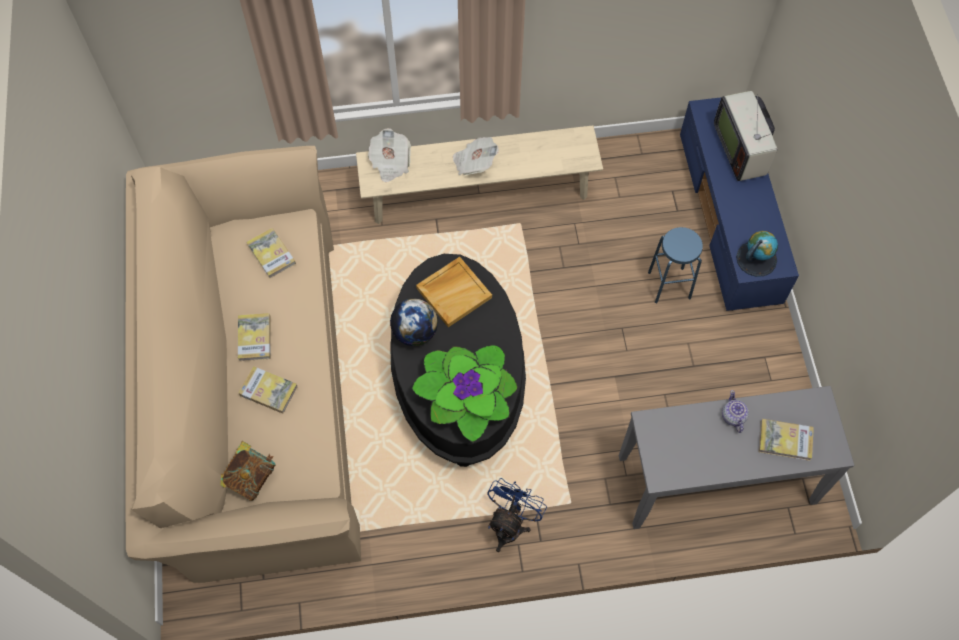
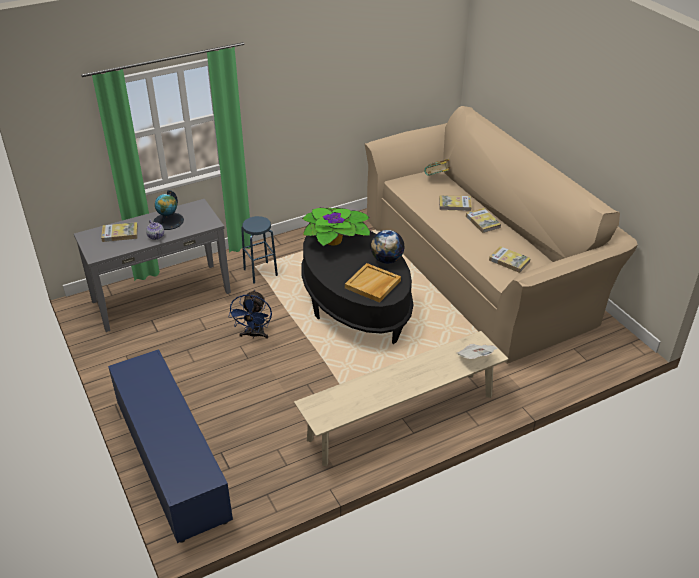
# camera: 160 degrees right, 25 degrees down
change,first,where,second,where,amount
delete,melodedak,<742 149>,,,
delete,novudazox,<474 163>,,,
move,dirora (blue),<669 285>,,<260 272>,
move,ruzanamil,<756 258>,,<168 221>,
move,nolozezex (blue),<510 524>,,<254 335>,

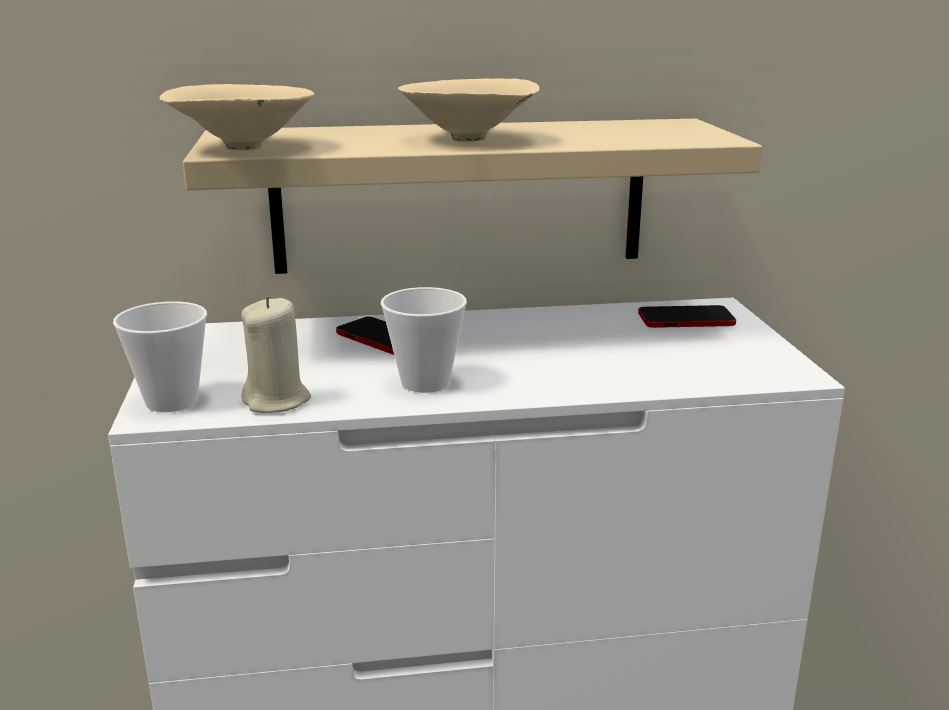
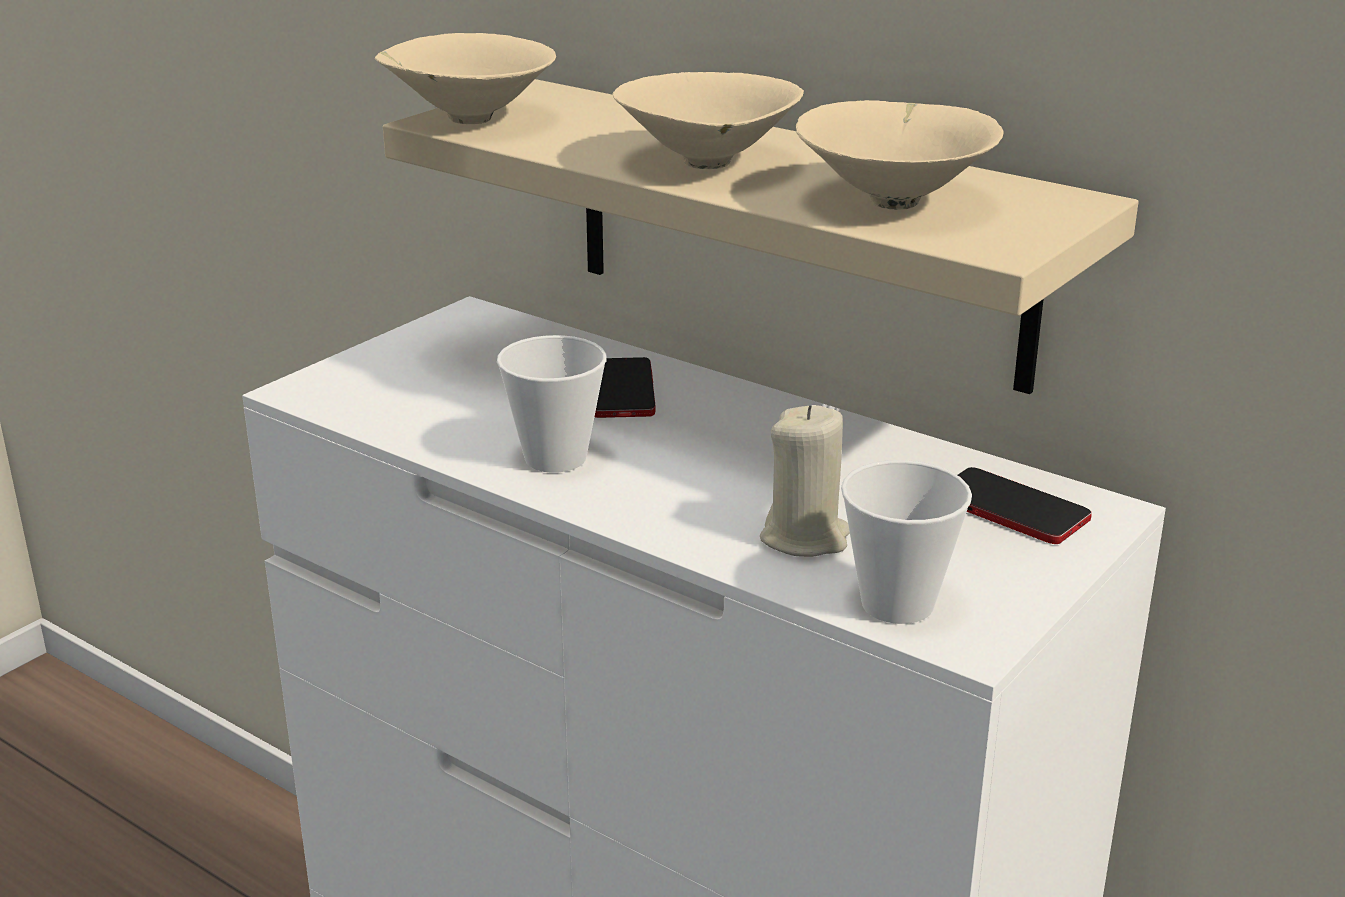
# camera: 45 degrees right, 5 degrees up
change,first,where,second,where,amount
move,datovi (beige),<277 401>,,<805 538>,
move,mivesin,<171 401>,,<897 604>,
insert,,,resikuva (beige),<895 201>,

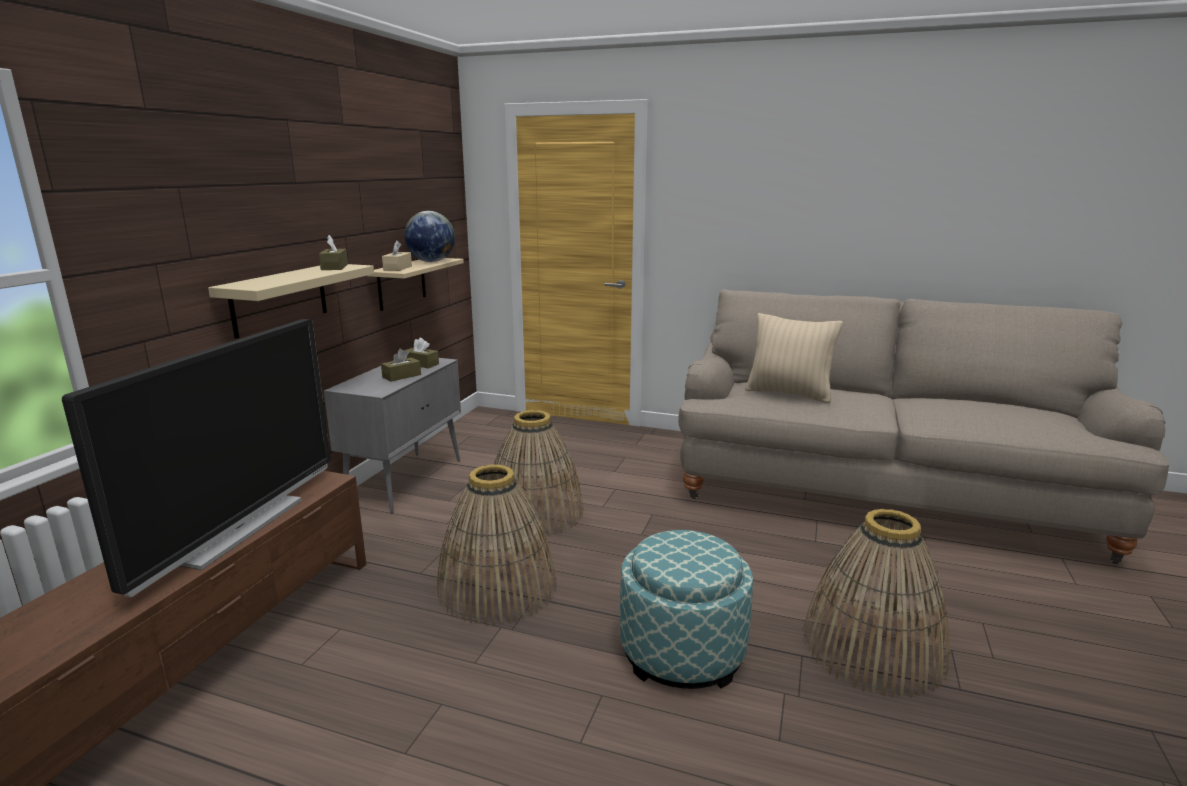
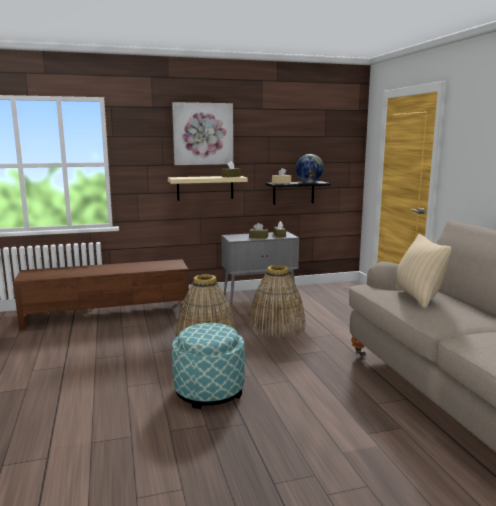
# camera: 55 degrees right, 5 degrees down
change,first,where,second,where,amount
recolor,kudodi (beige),<401 283>,kudodi (black),<293 192>,
delete,melodedak,<237 529>,,,
delete,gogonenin,<873 647>,,,
insert,,,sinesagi,<203 134>,

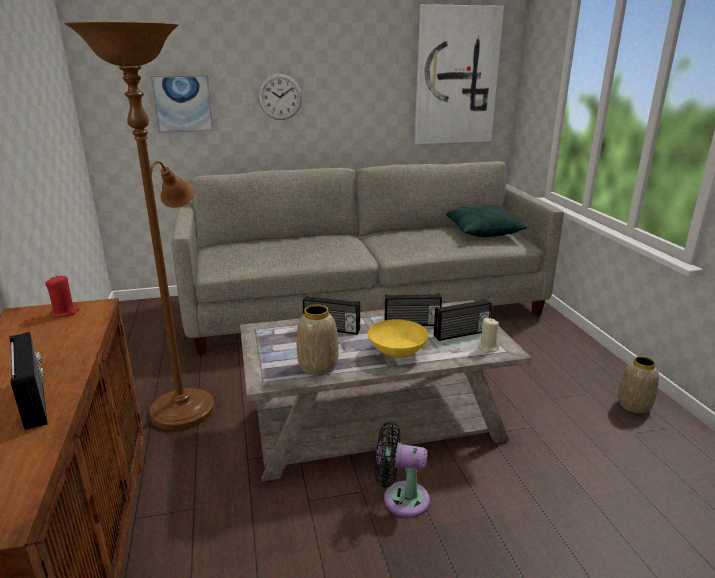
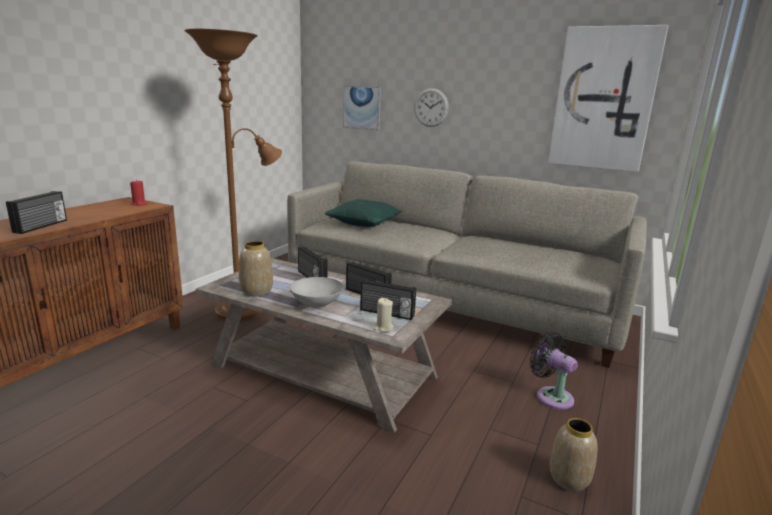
# camera: 40 degrees right, 5 degrees down
change,first,where,second,where,amount
move,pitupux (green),<482 232>,,<364 223>,
recolor,resikuva (yellow),<397 353>,resikuva (grey),<316 304>,
move,nolozezex (black),<401 498>,,<551 396>,

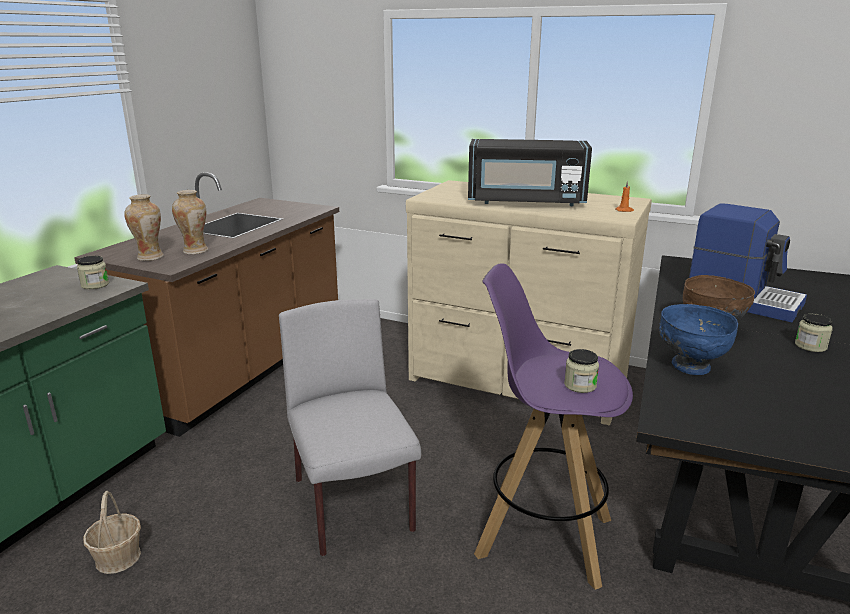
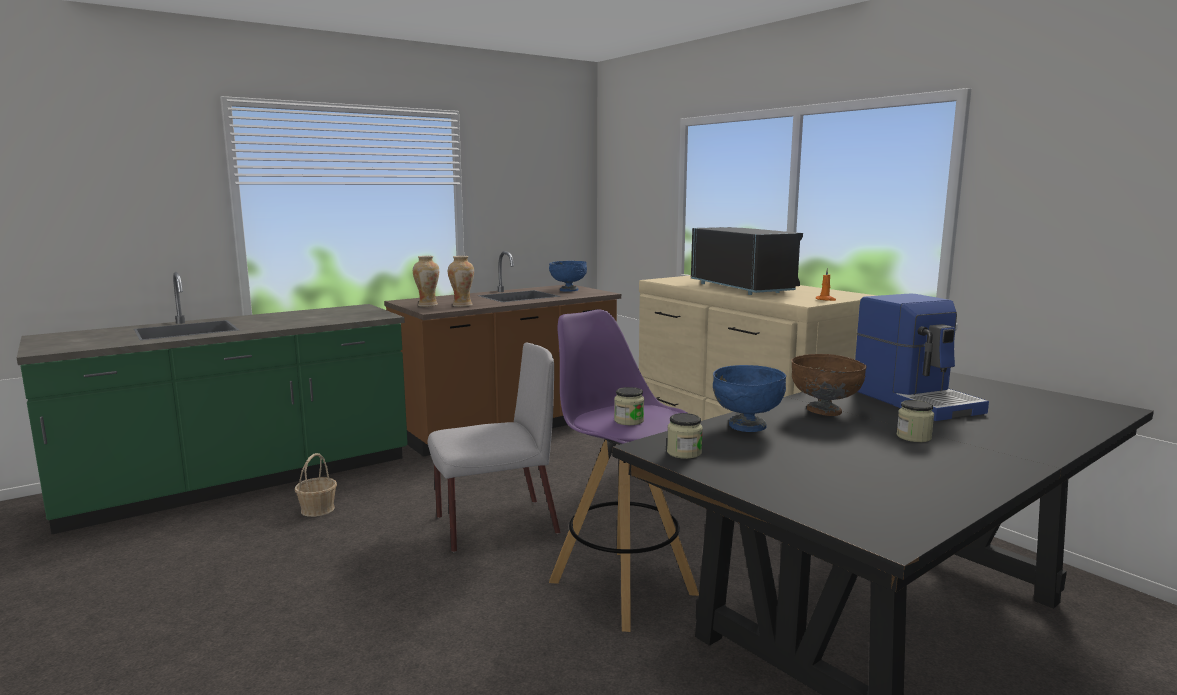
# camera: 30 degrees right, 10 degrees down
change,first,where,second,where,amount
rotate,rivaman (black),<525 201>,,<743 288>,150 degrees counterclockwise
move,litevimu,<95 285>,,<684 453>,
rotate,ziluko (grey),<353 506>,,<494 525>,60 degrees clockwise
insert,,,resikuva (blue),<568 290>,

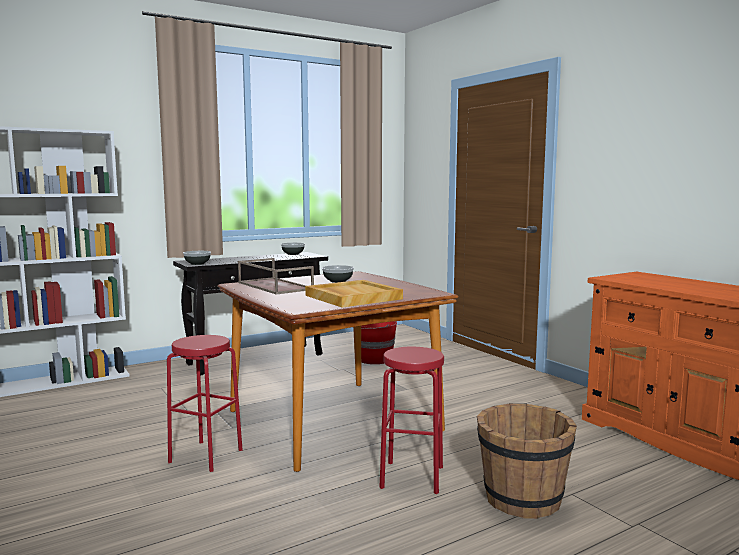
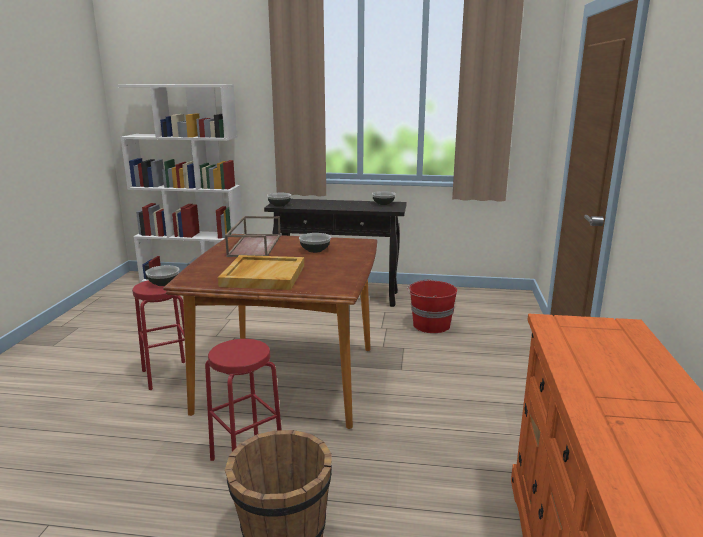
# camera: 40 degrees right, 10 degrees up
change,first,where,second,where,amount
insert,,,resikuva,<163 283>,

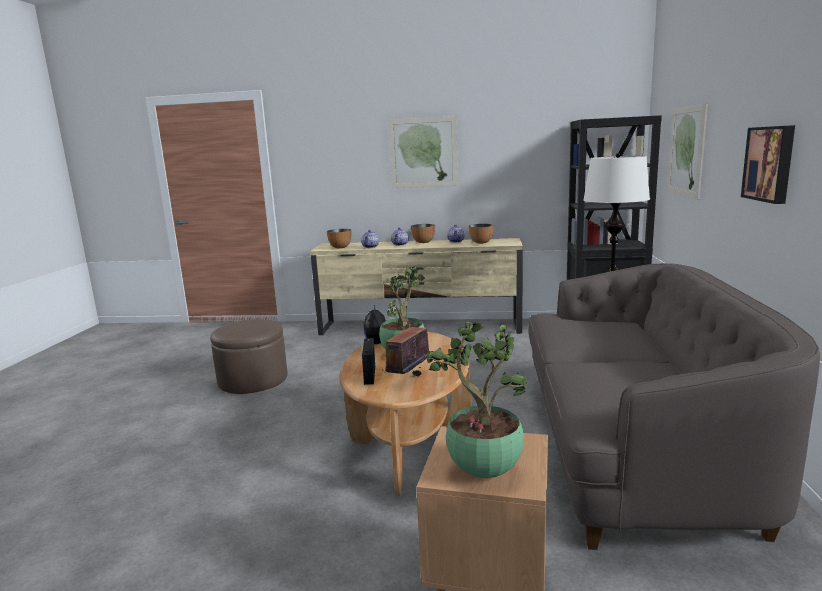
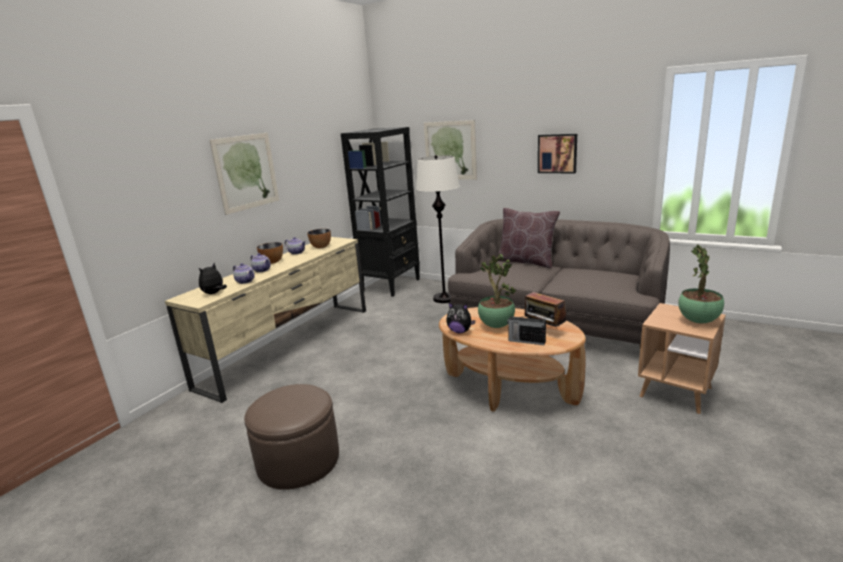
# camera: 65 degrees left, 5 degrees up
change,first,where,second,where,amount
replace,resikuva,<340 247>,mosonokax,<214 293>,
insert,,,pitupux (brown),<526 262>,

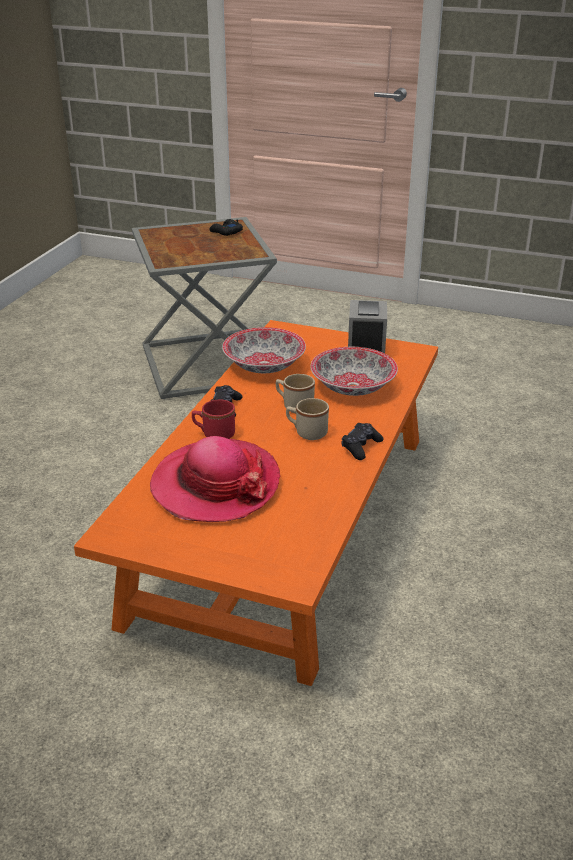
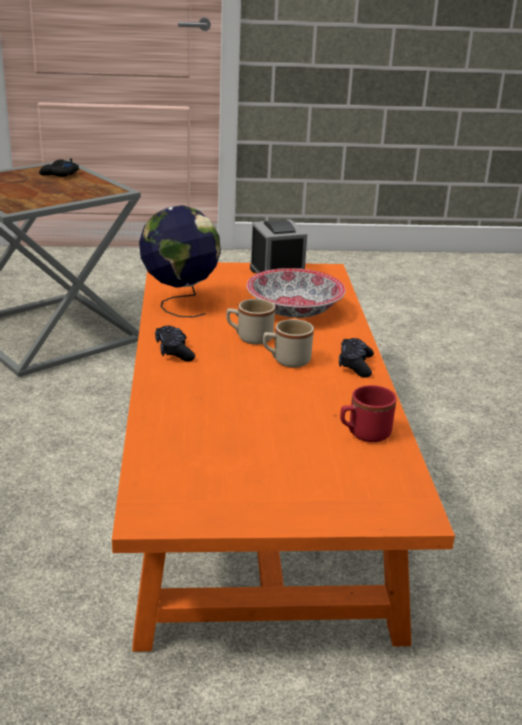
# camera: 25 degrees left, 5 degrees down
change,first,where,second,where,amount
replace,resikuva,<263 365>,ruzanamil,<180 304>,
move,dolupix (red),<214 434>,,<363 434>,
delete,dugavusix,<215 485>,,,

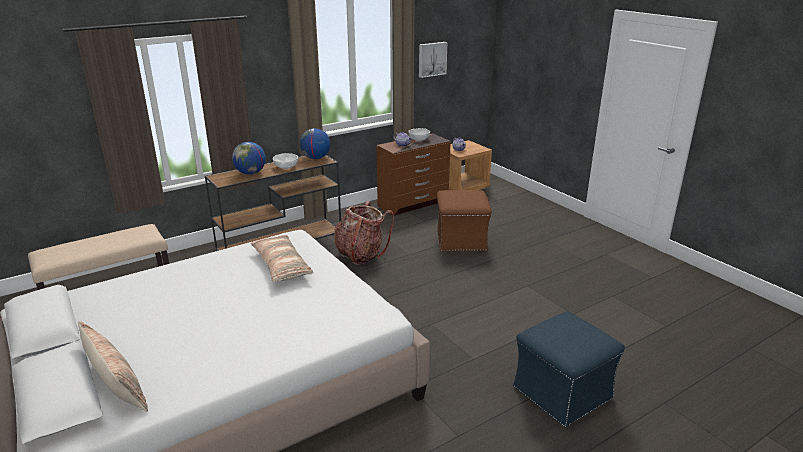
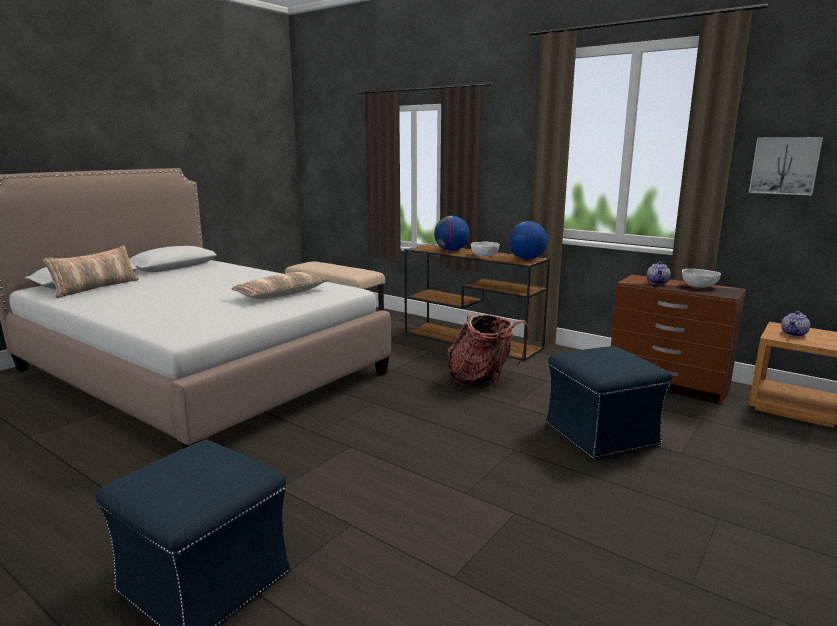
# camera: 70 degrees right, 10 degrees down
change,first,where,second,where,amount
recolor,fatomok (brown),<461 241>,fatomok (blue),<600 434>,

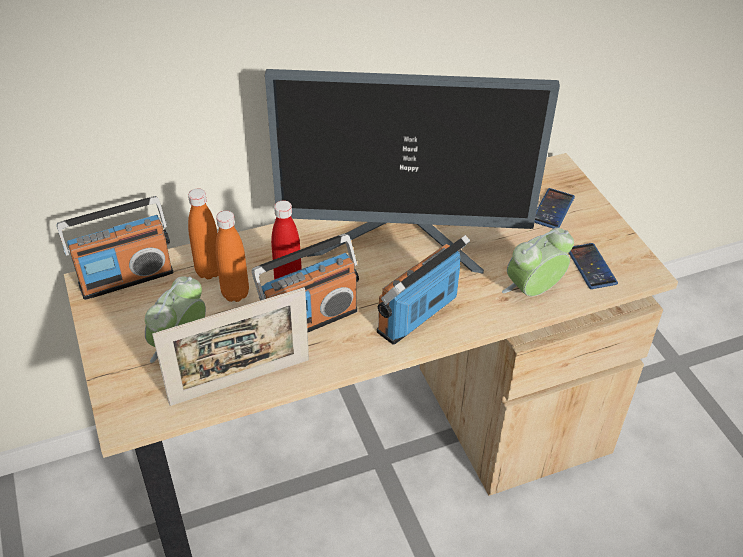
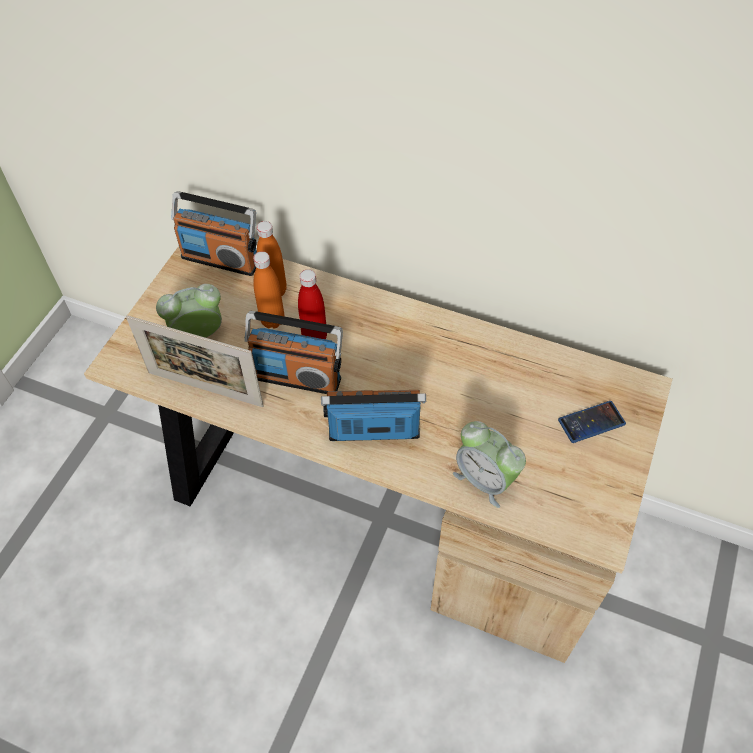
# camera: 45 degrees right, 10 degrees up
change,first,where,second,where,amount
delete,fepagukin,<403 240>,,,
rotate,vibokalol,<533 291>,,<485 479>,150 degrees counterclockwise
delete,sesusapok,<591 266>,,,

